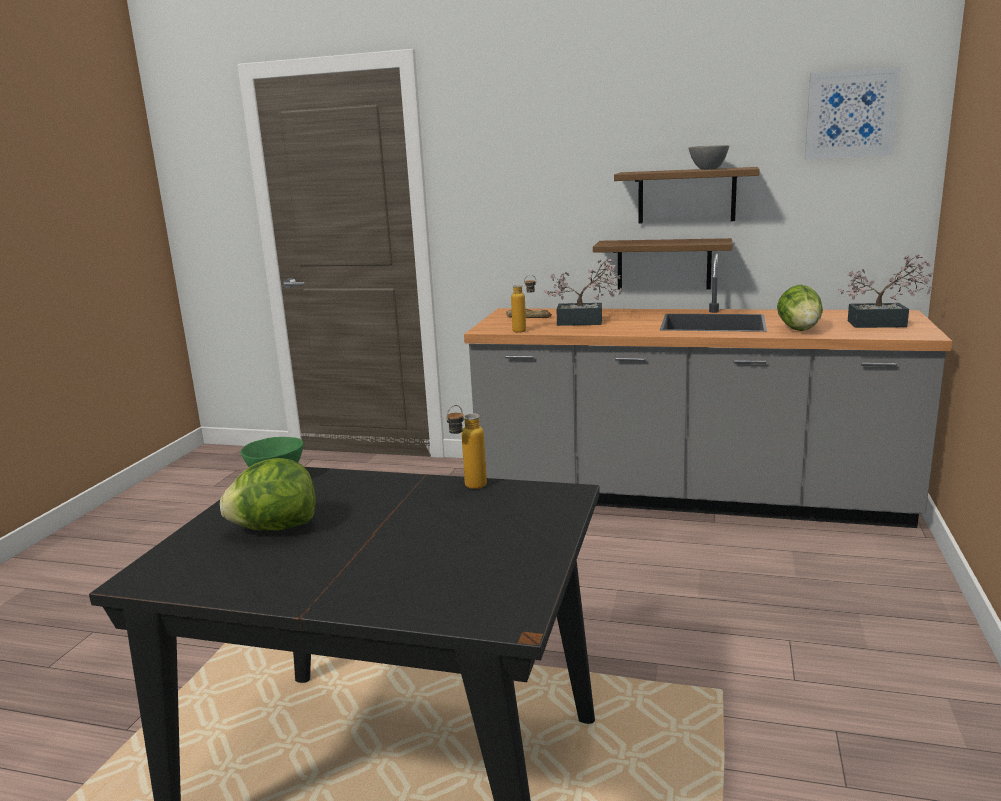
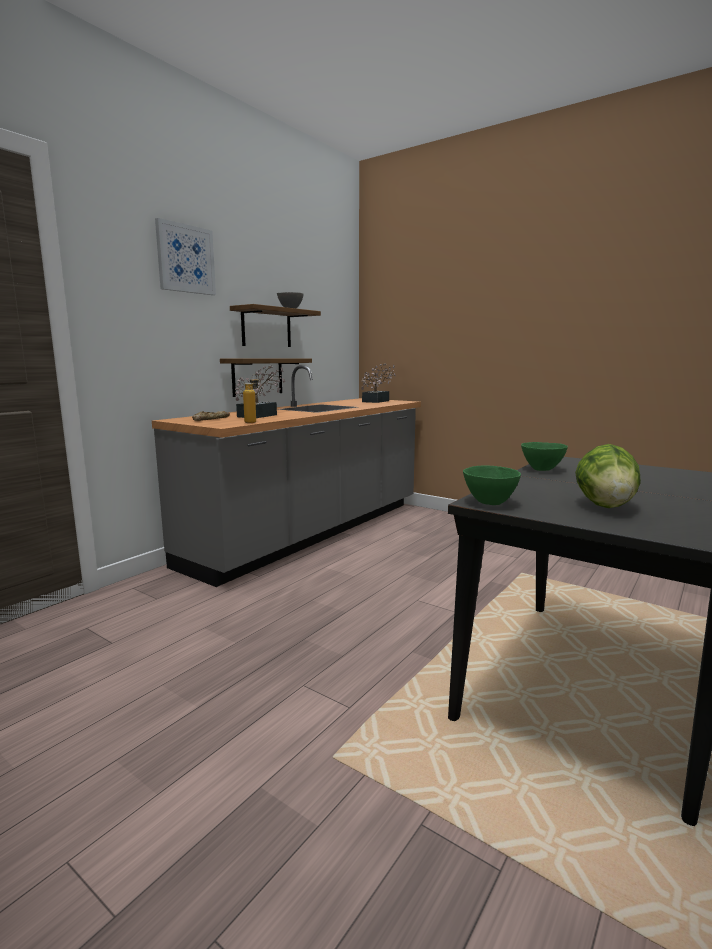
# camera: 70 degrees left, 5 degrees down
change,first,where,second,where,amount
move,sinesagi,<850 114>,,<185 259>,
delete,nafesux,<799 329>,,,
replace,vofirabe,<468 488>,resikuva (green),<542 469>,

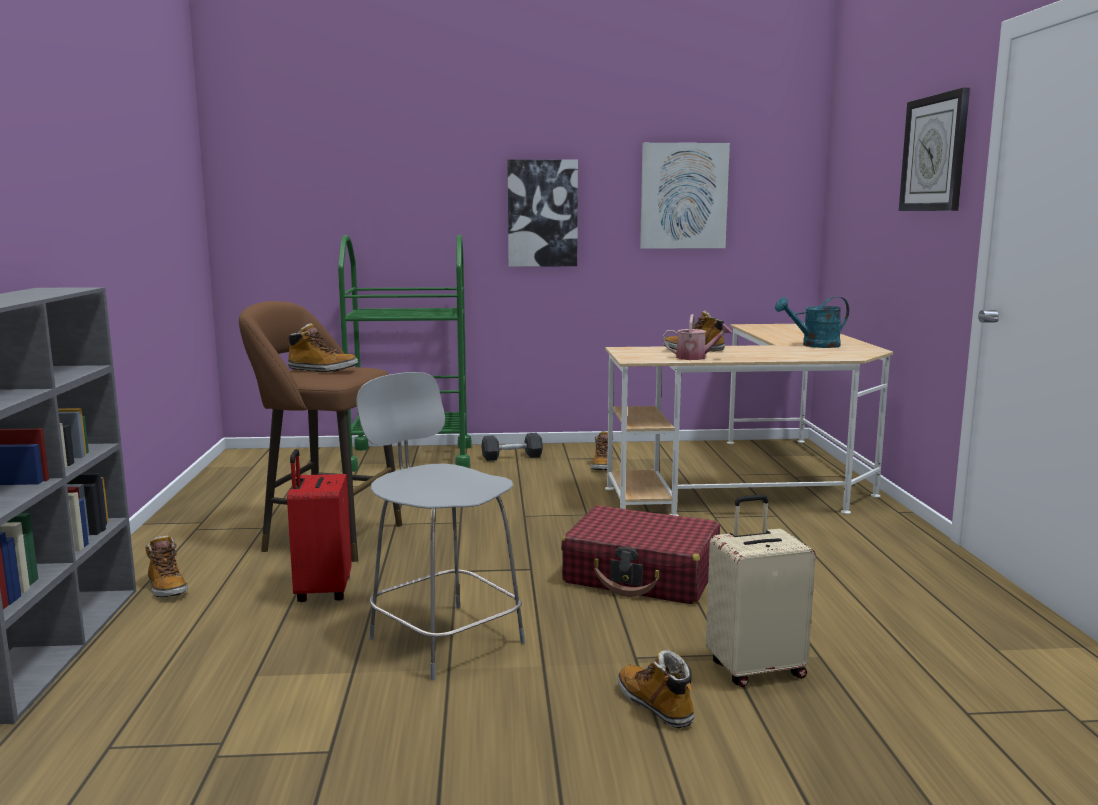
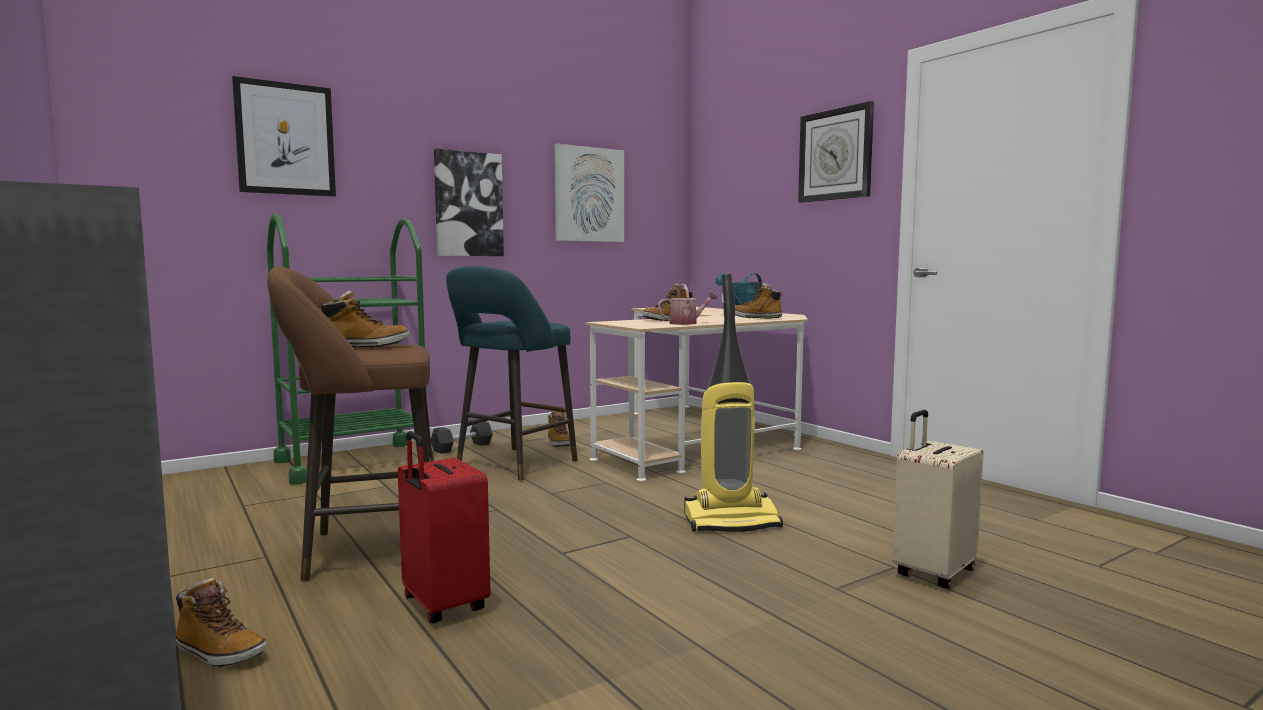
# camera: 30 degrees left, 5 degrees down
change,first,where,second,where,amount
delete,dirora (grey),<443 638>,,,
replace,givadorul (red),<642 575>,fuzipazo,<732 521>,
move,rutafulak,<655 706>,,<756 318>,
insert,,,sinesagi,<285 139>,
insert,,,dirora (turquoise),<512 465>,

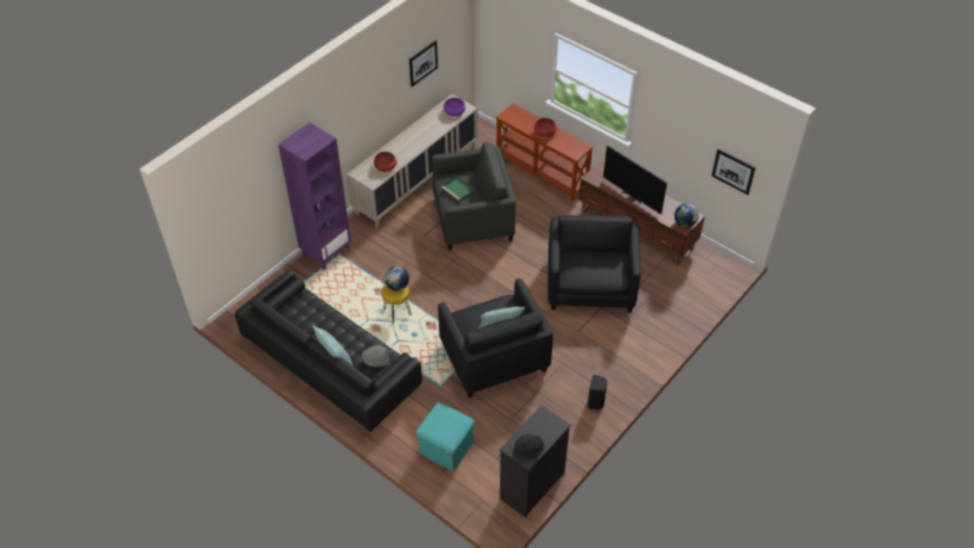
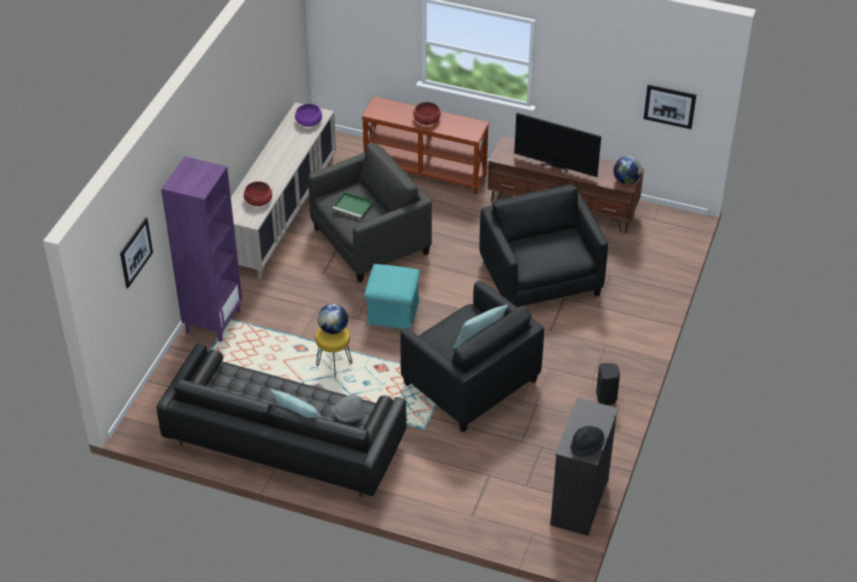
# camera: 20 degrees left, 5 degrees down
change,first,where,second,where,amount
move,sinesagi,<423 63>,,<136 252>,
move,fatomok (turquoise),<446 447>,,<392 312>,

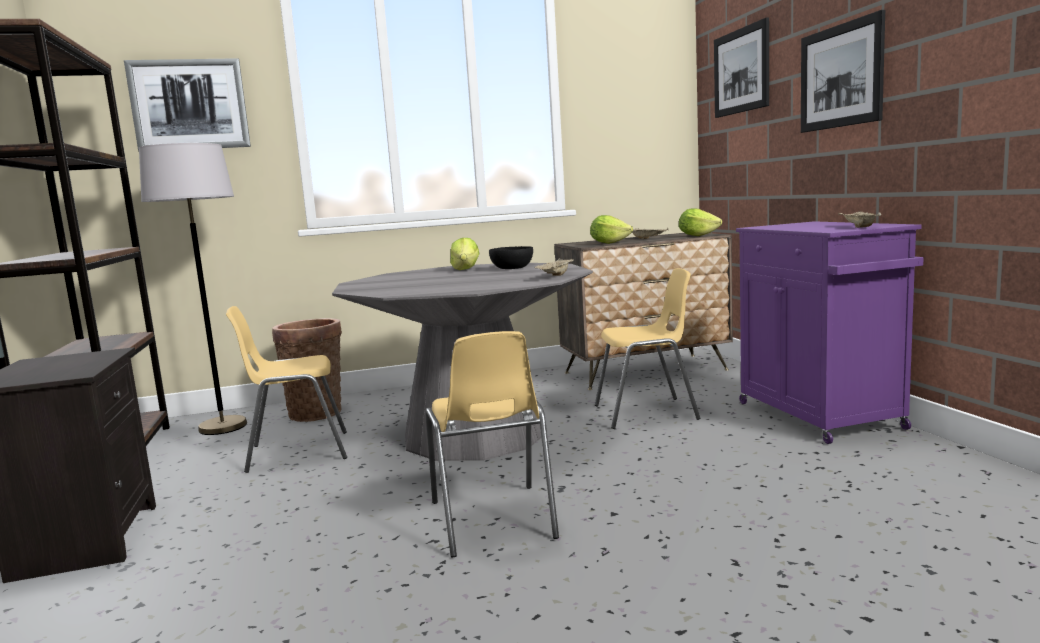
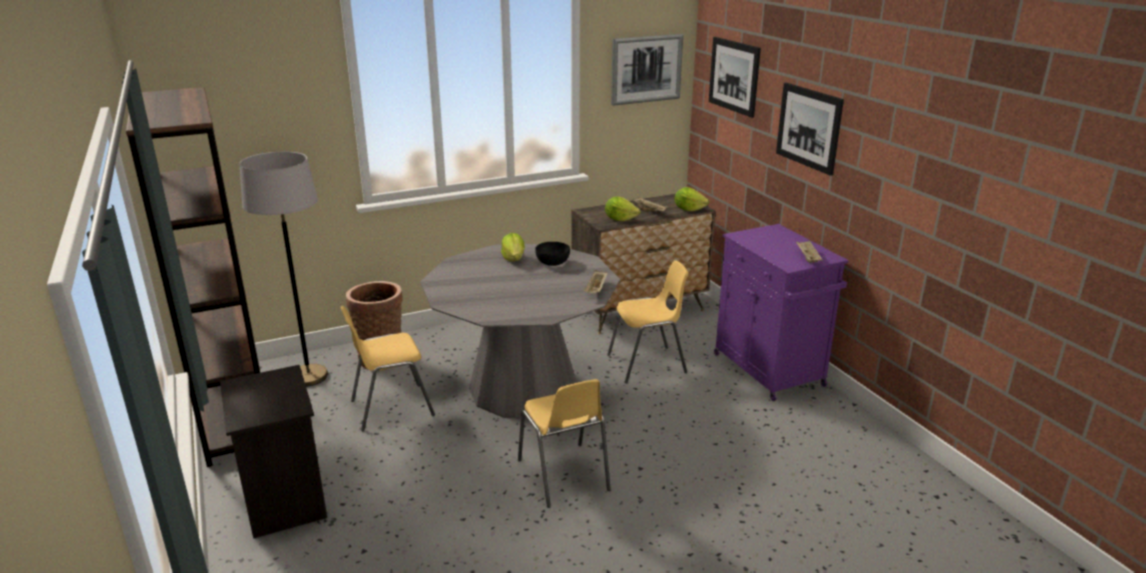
# camera: 10 degrees left, 15 degrees up
change,first,where,second,where,amount
move,sinesagi,<189 105>,,<646 69>,

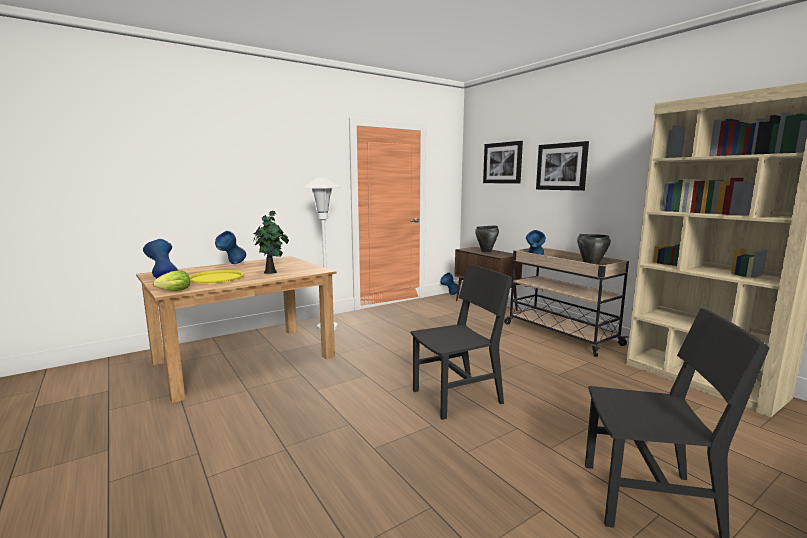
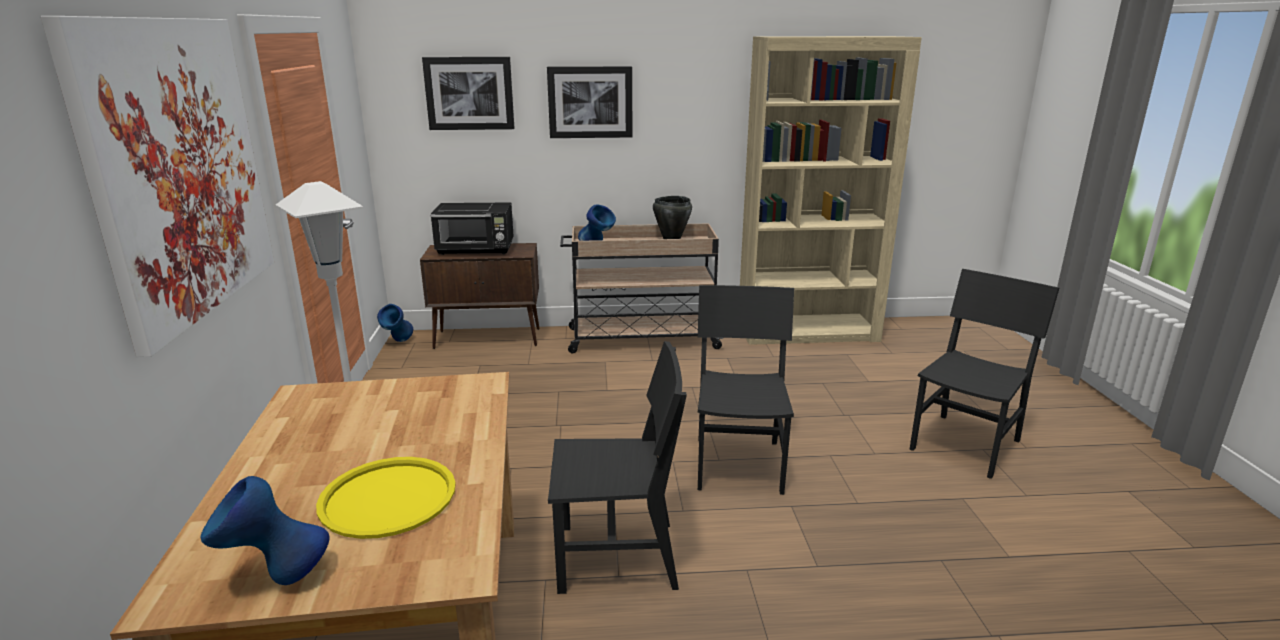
# camera: 60 degrees left, 10 degrees up
change,first,where,second,where,amount
delete,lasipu,<271 272>,,,
replace,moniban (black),<486 251>,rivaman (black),<476 250>,
delete,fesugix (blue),<232 264>,,,
delete,nafesux,<172 291>,,,
insert,,,sinesagi,<179 170>,
insert,,,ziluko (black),<617 557>,

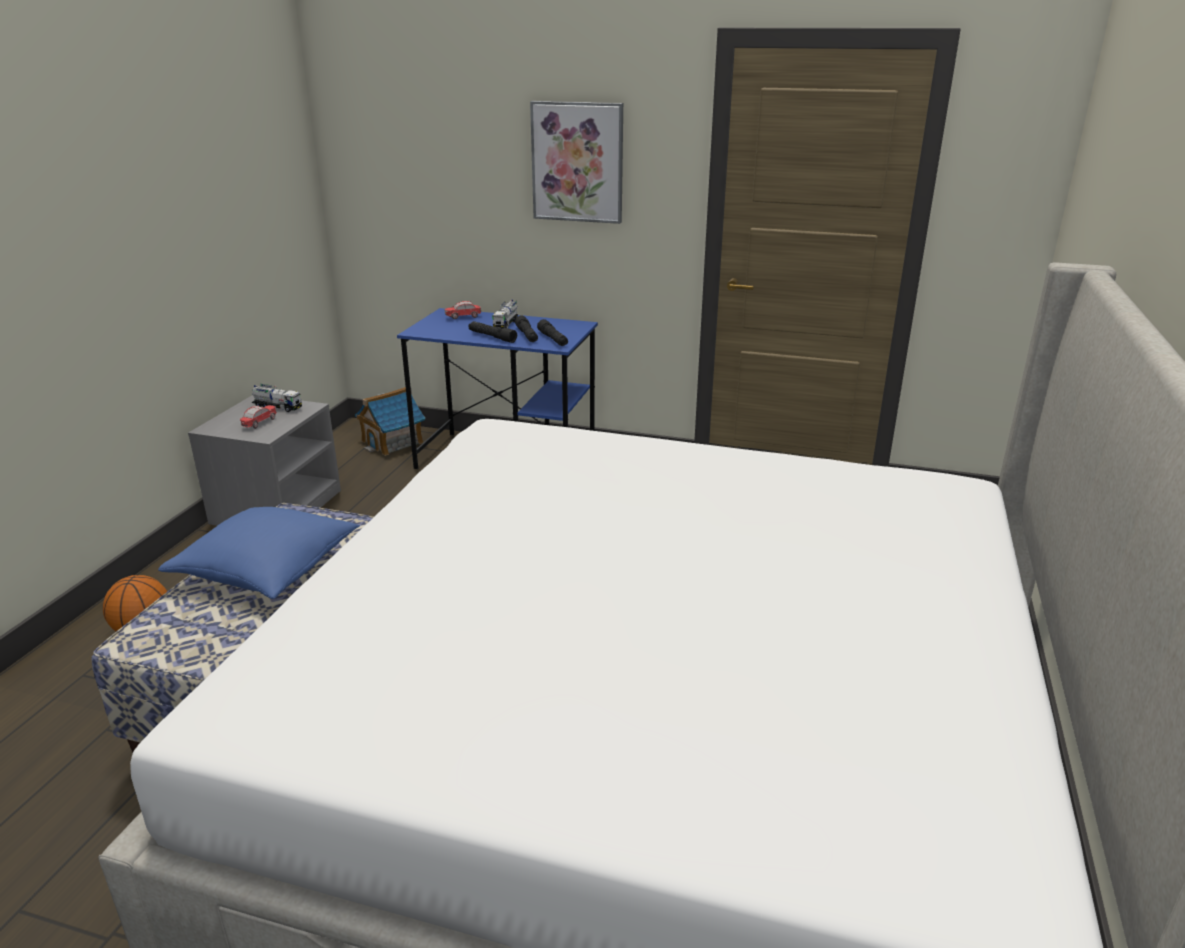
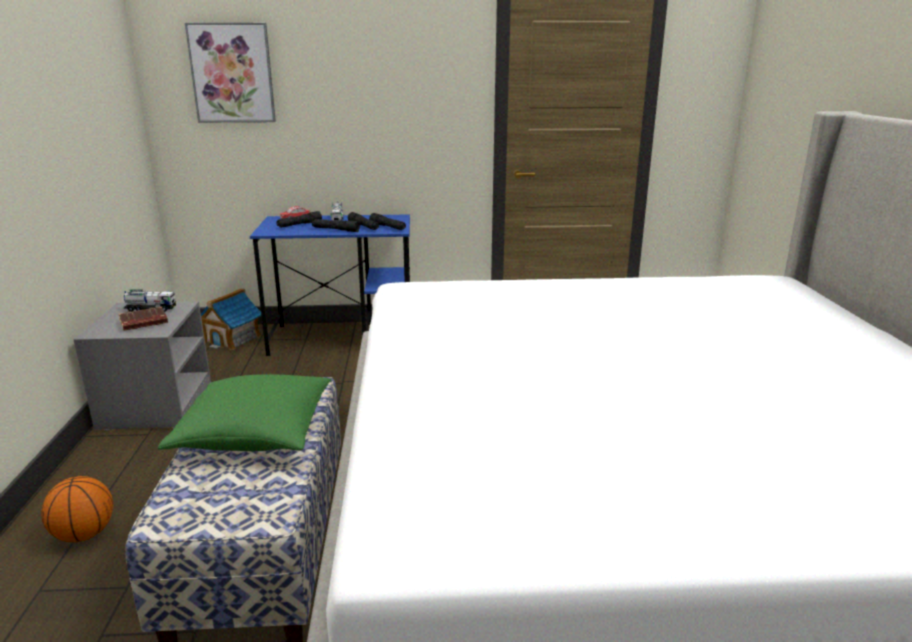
# camera: 20 degrees left, 5 degrees down
change,first,where,second,where,amount
move,sinesagi,<577 162>,,<232 73>,
replace,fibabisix,<259 423>,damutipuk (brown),<143 323>,
recolor,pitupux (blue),<267 569>,pitupux (green),<255 433>,
insert,,,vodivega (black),<299 225>,

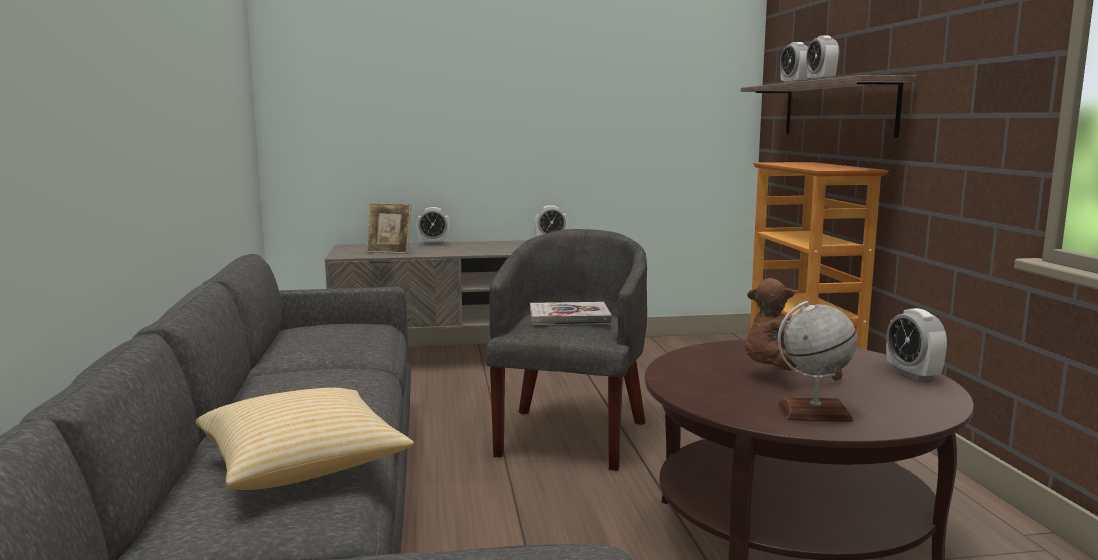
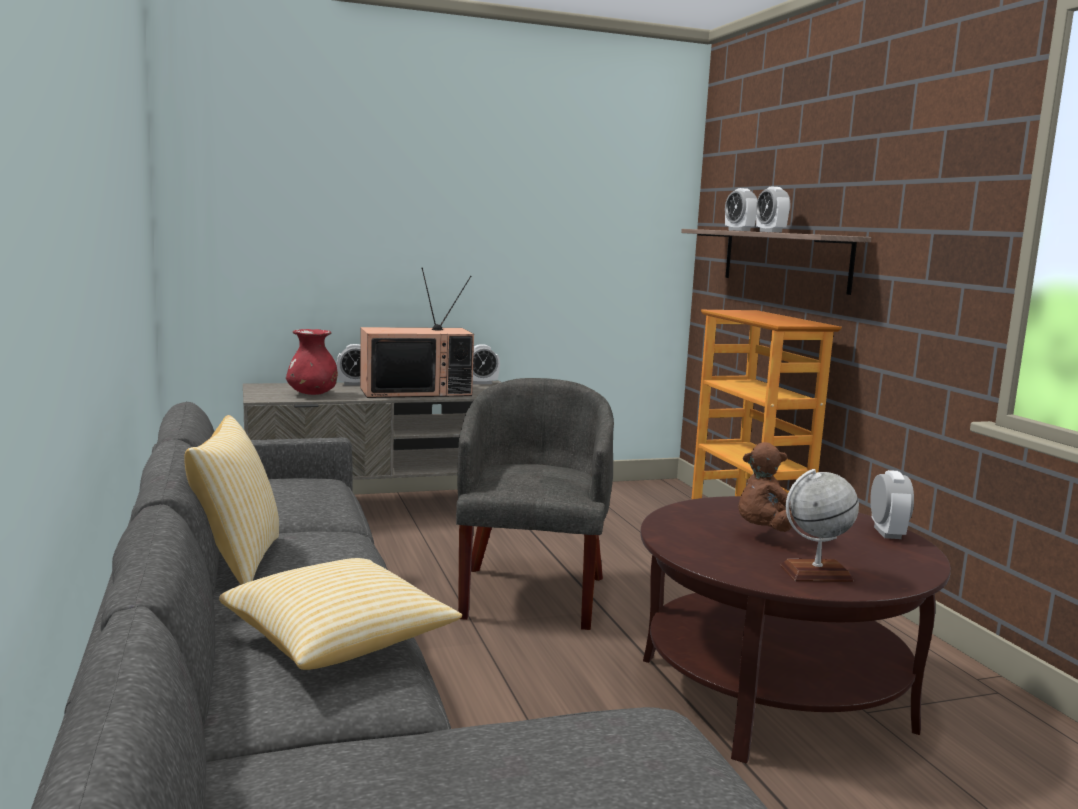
# camera: 10 degrees left, 0 degrees up
change,first,where,second,where,amount
replace,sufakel,<389 252>,fesugix (red),<312 394>,
delete,damutipuk,<569 316>,,,
rotate,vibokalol,<912 375>,,<887 533>,150 degrees counterclockwise
insert,,,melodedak,<416 391>,
insert,,,pitupux,<236 562>,

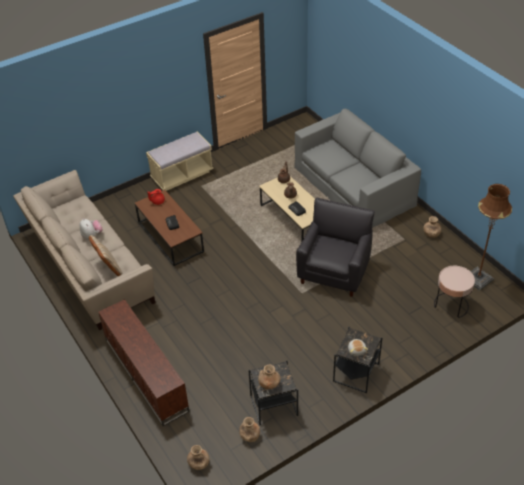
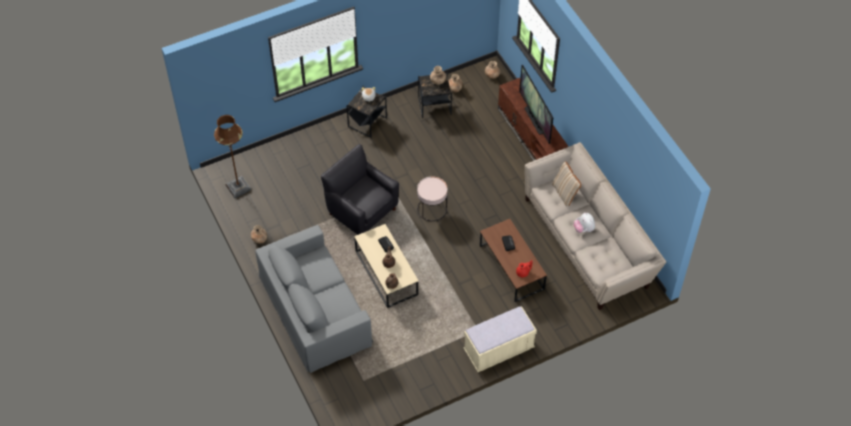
# camera: 175 degrees left, 10 degrees up
change,first,where,second,where,amount
rotate,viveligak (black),<334 271>,,<361 210>,105 degrees clockwise
move,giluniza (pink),<451 305>,,<431 209>,
insert,,,melodedak,<535 120>,

